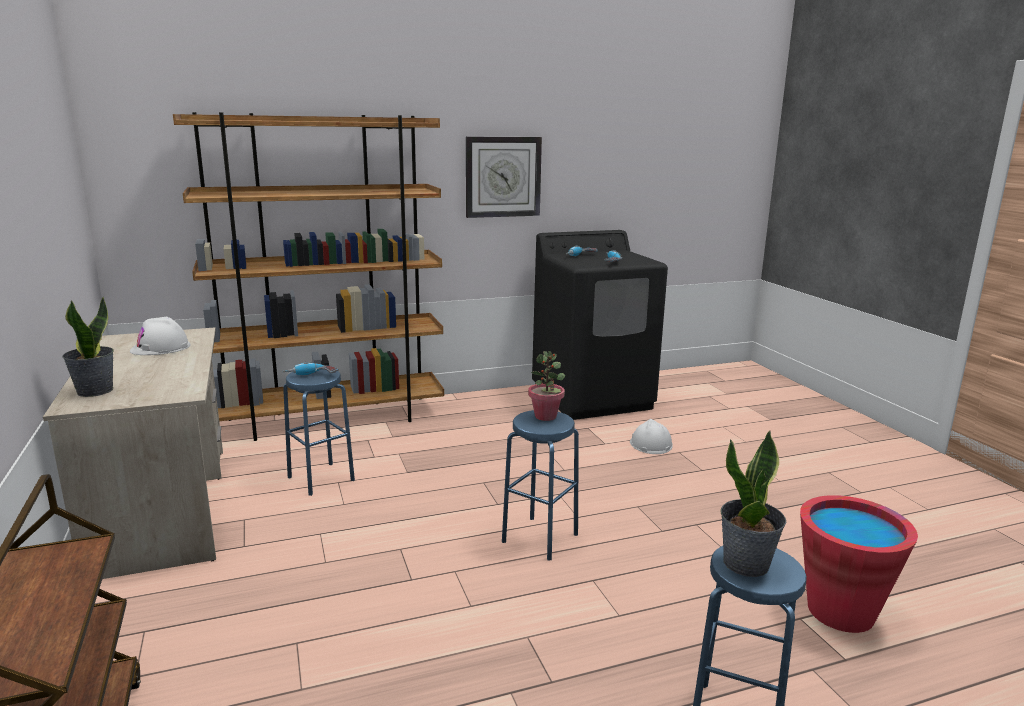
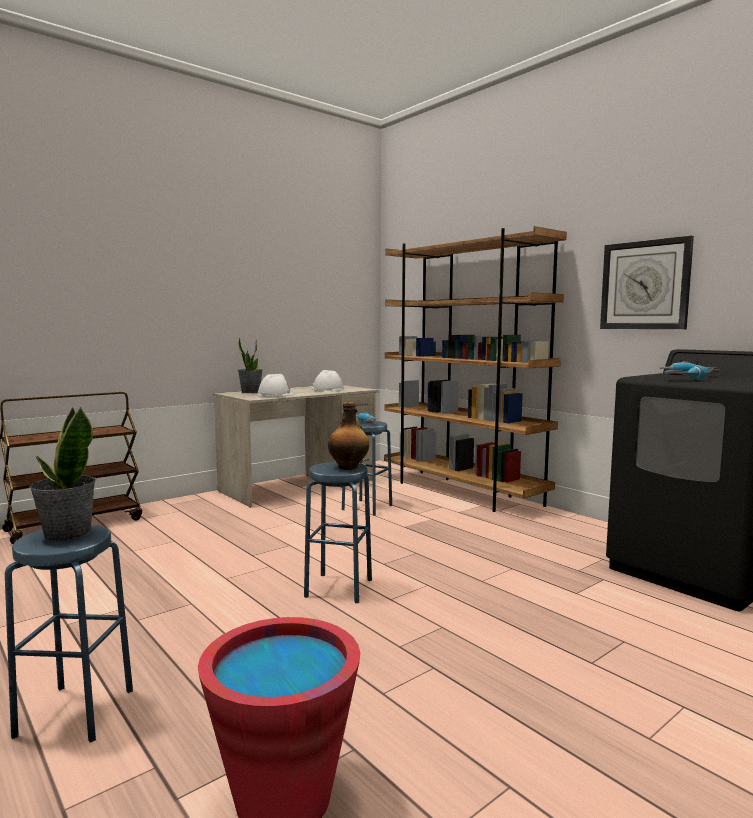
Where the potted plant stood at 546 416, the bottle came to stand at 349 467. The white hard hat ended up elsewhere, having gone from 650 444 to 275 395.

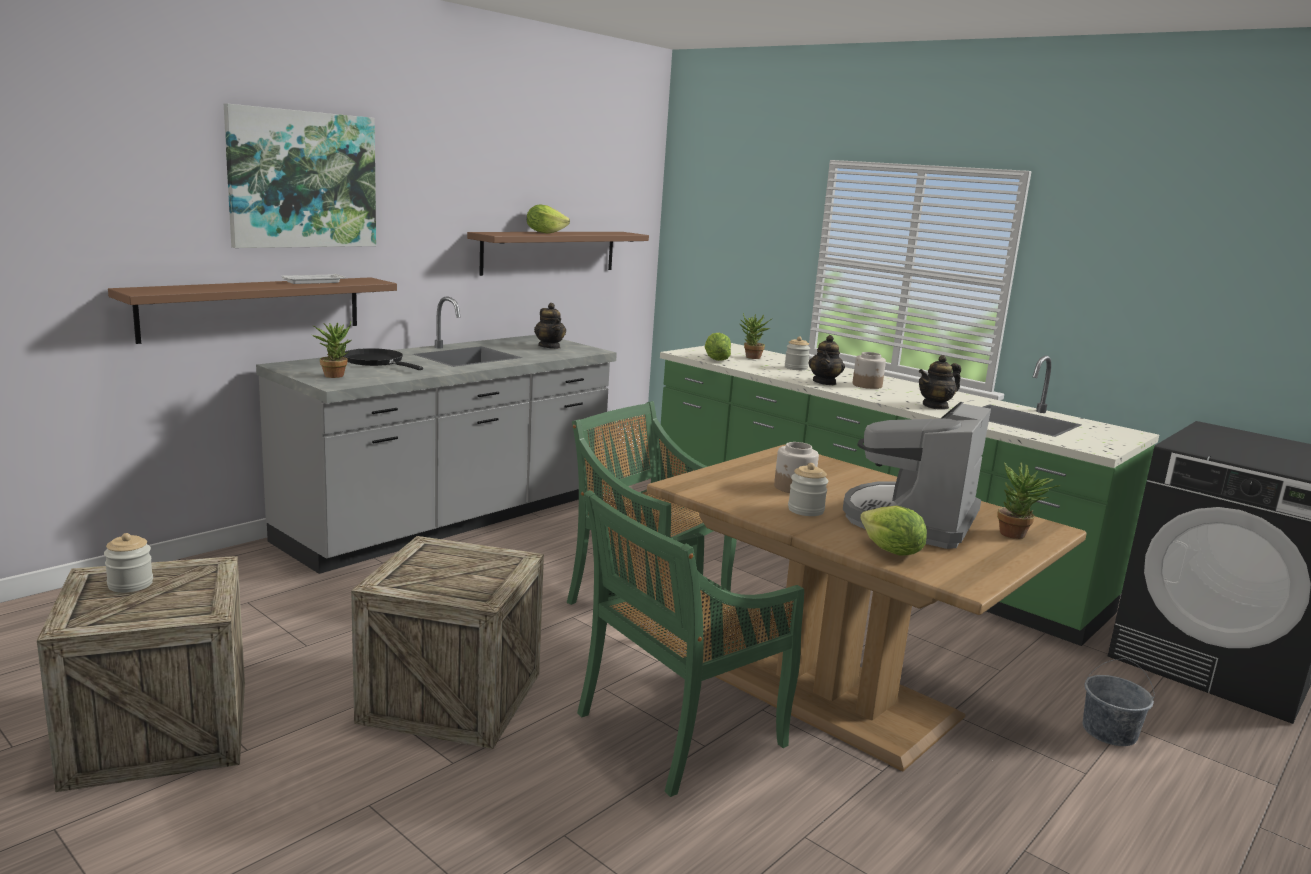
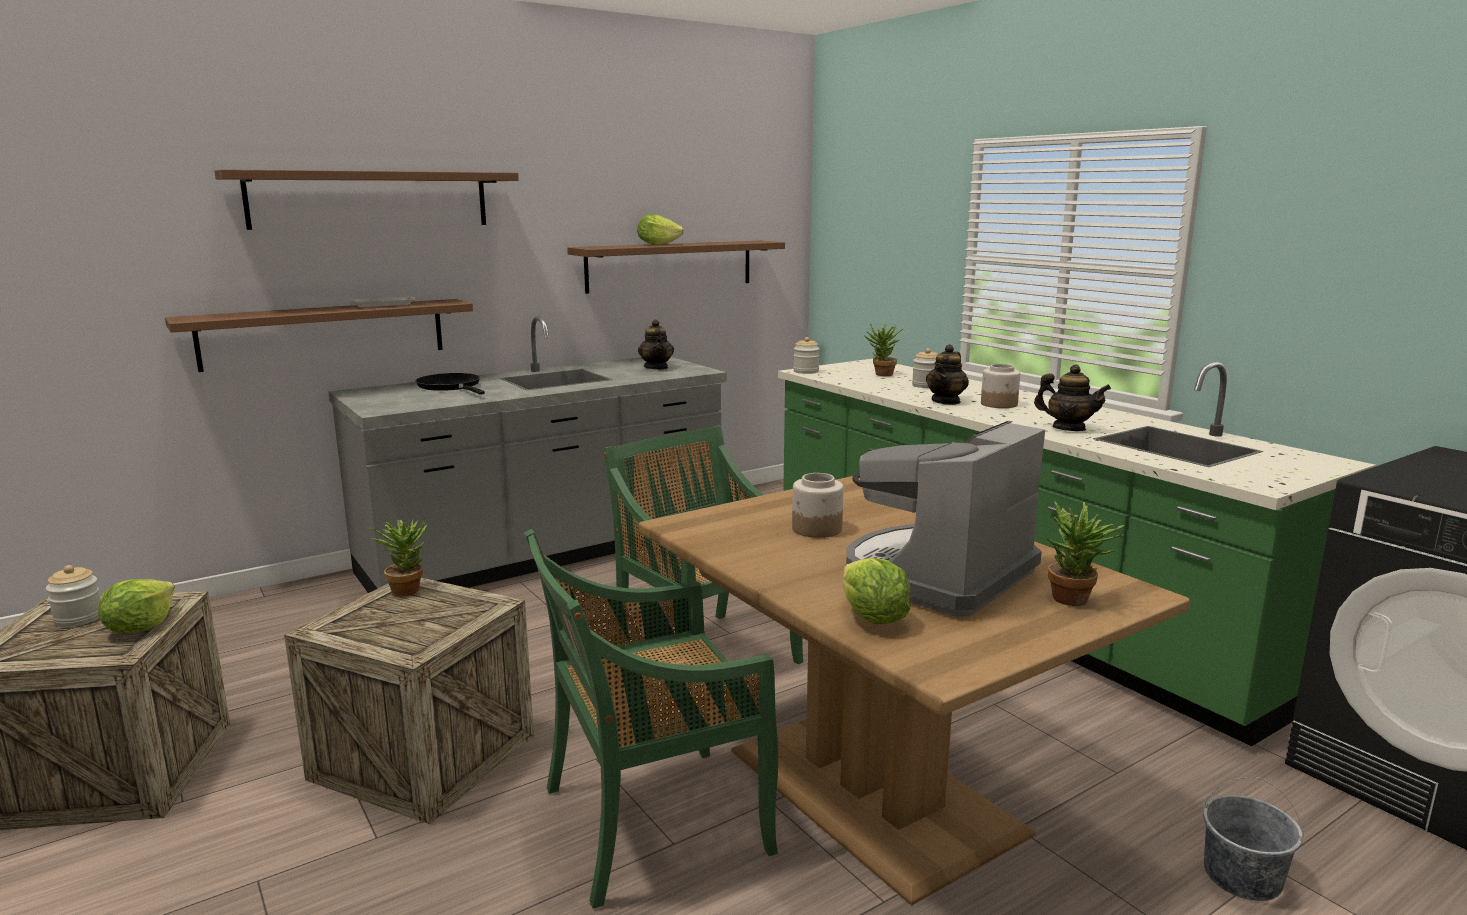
Where the picture hung at 302 179, the brown shelf came to hang at 371 199. The potted plant ended up elsewhere, having gone from 334 375 to 408 589. The lettuce ended up elsewhere, having gone from 715 360 to 140 627. The jar ended up elsewhere, having gone from 805 510 to 806 371. The teapot at 935 406 ended up facing another way, 135 degrees counterclockwise from before.

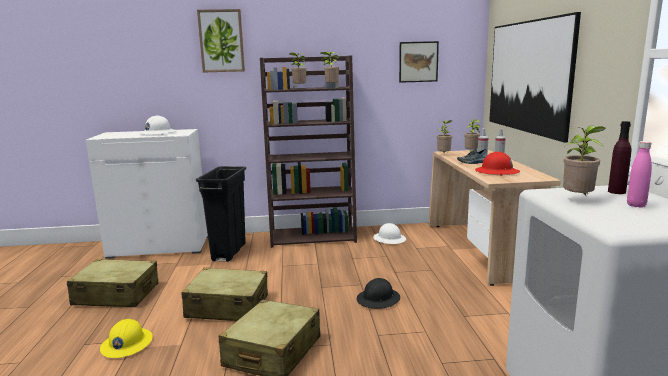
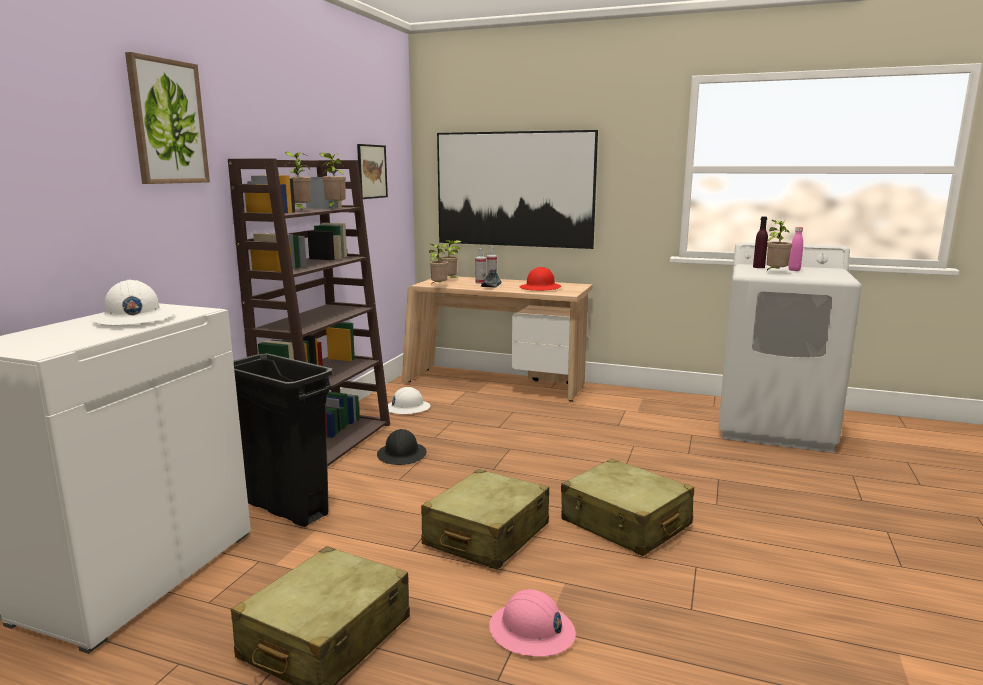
What was the yellow hard hat at 126 344 turned into the pink hard hat at 531 632. The black hard hat ended up elsewhere, having gone from 378 299 to 402 455.

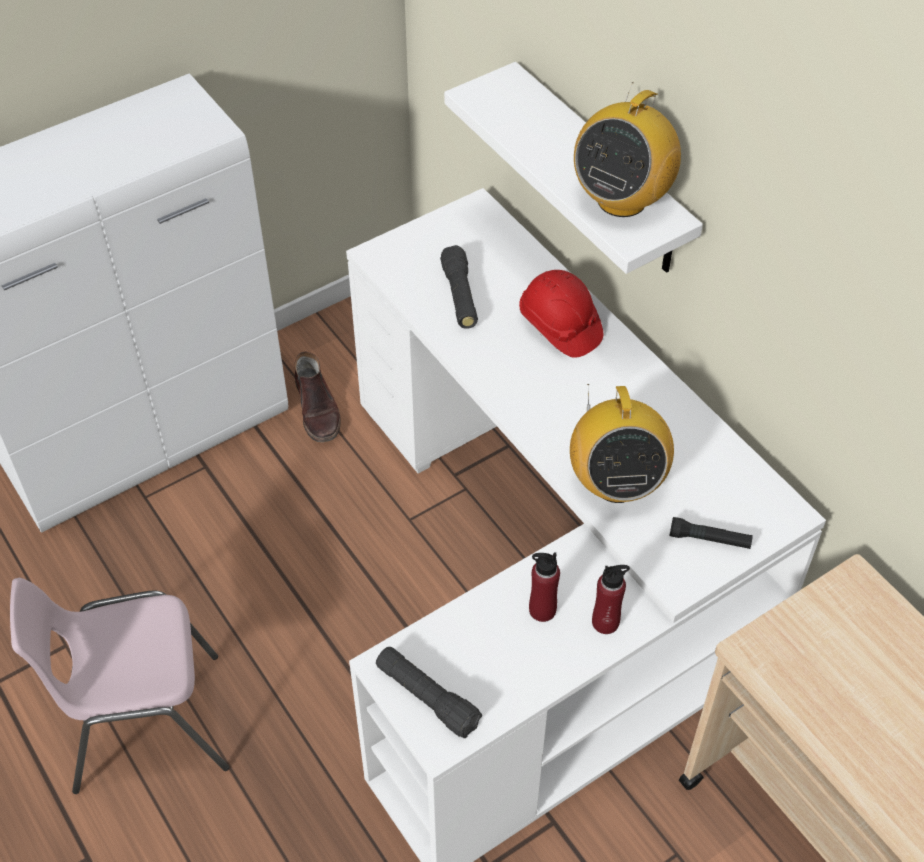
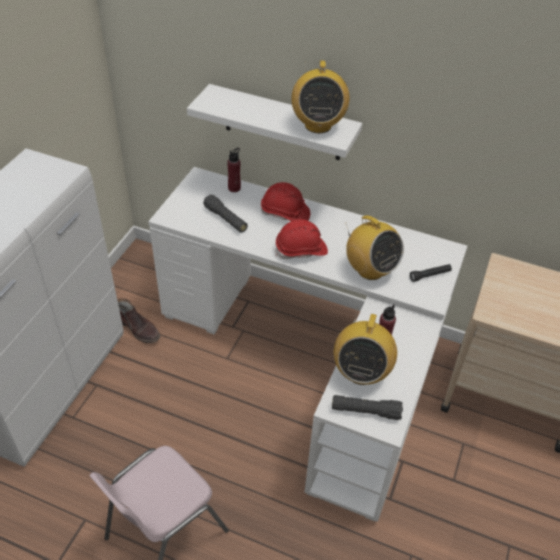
The red bottle ended up elsewhere, having gone from 605 622 to 234 188. The second view gained the red hard hat at 301 250. The second view gained the radio at 361 372.

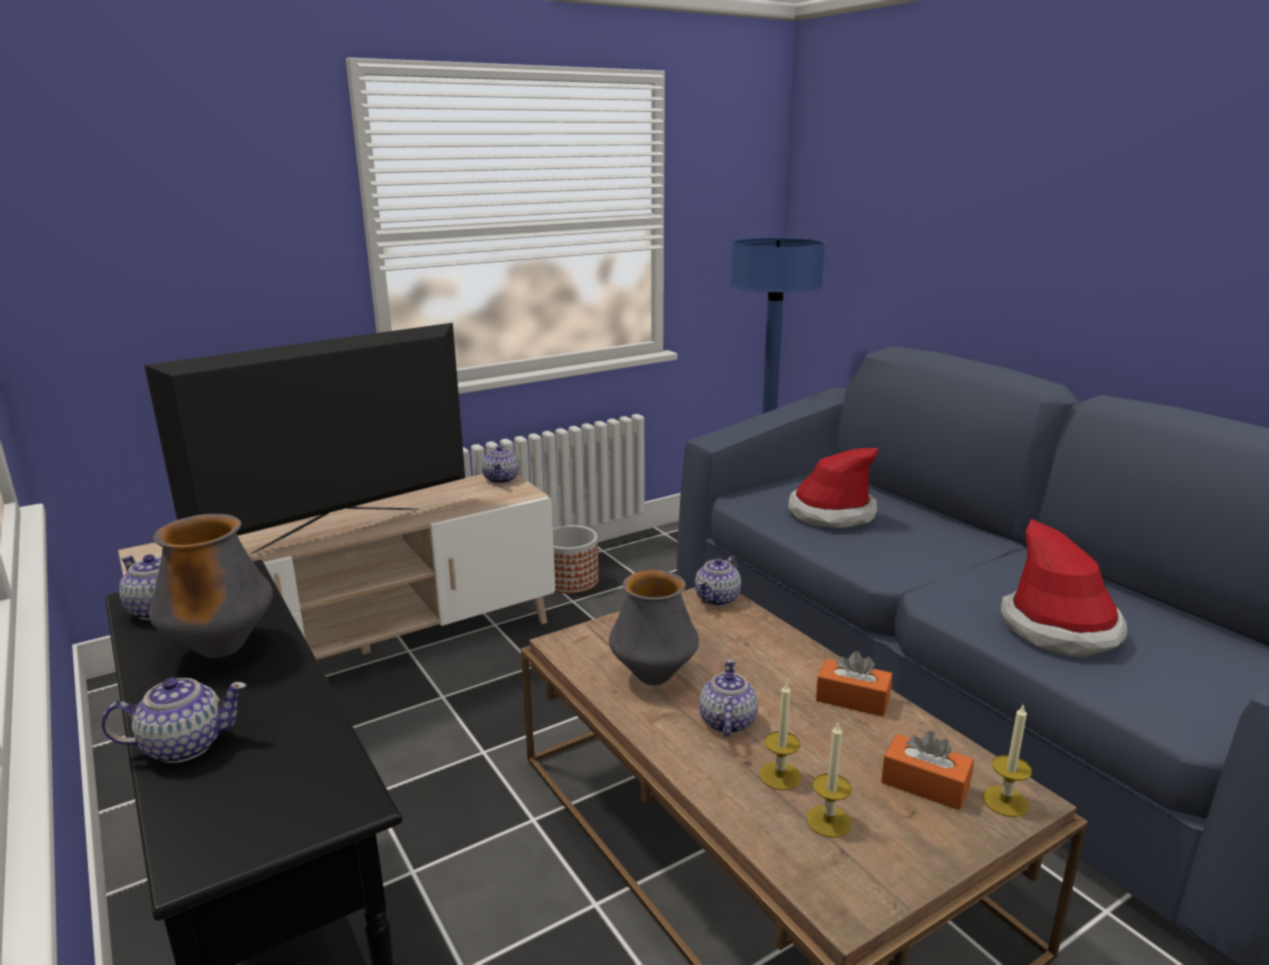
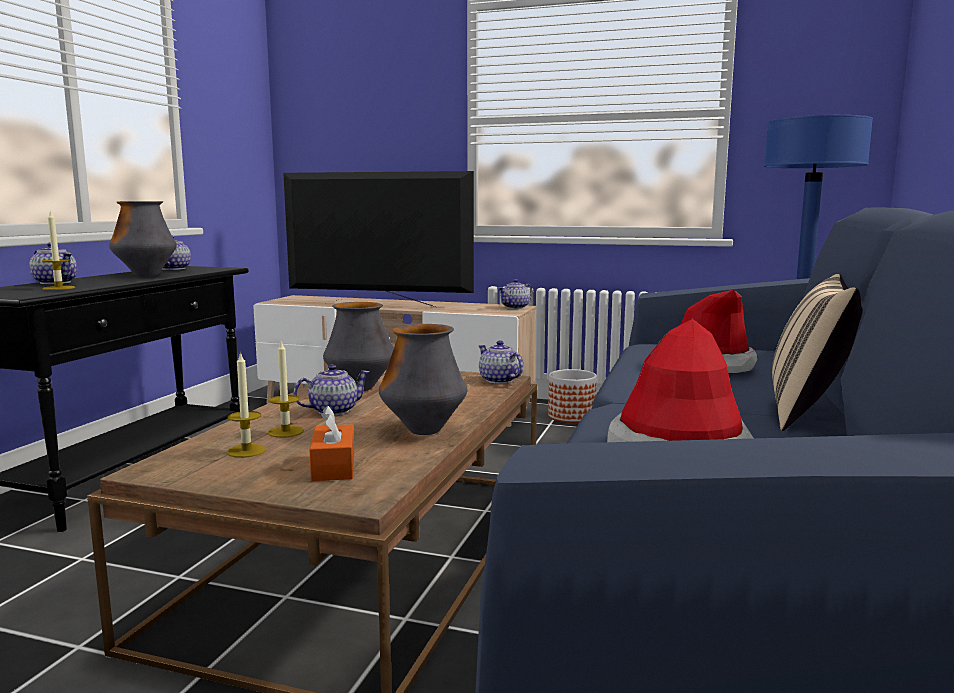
The teapot at 718 598 ended up facing another way, 60 degrees clockwise from before. Where the orange tissue box stood at 852 699, the vase came to stand at 424 431. The candle ended up elsewhere, having gone from 1005 801 to 59 288. The second view gained the beige pillow at 809 413.

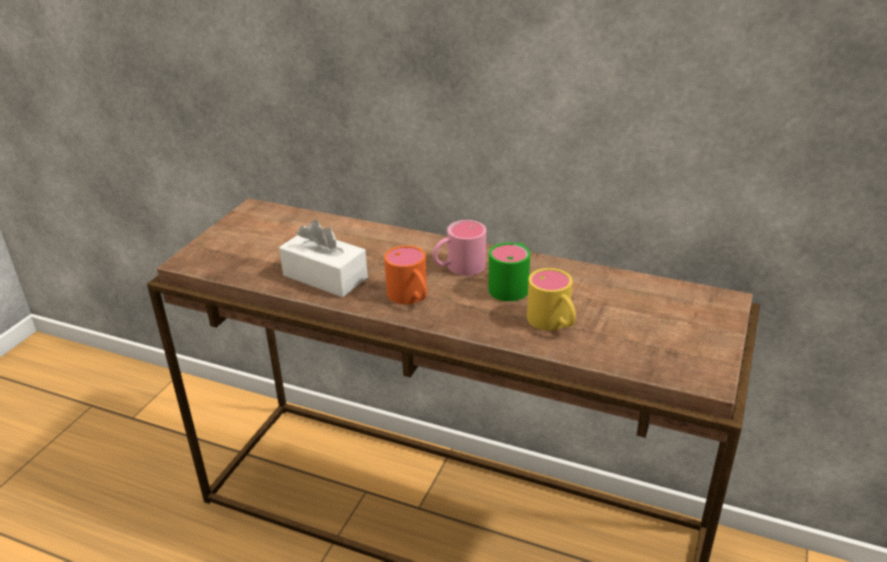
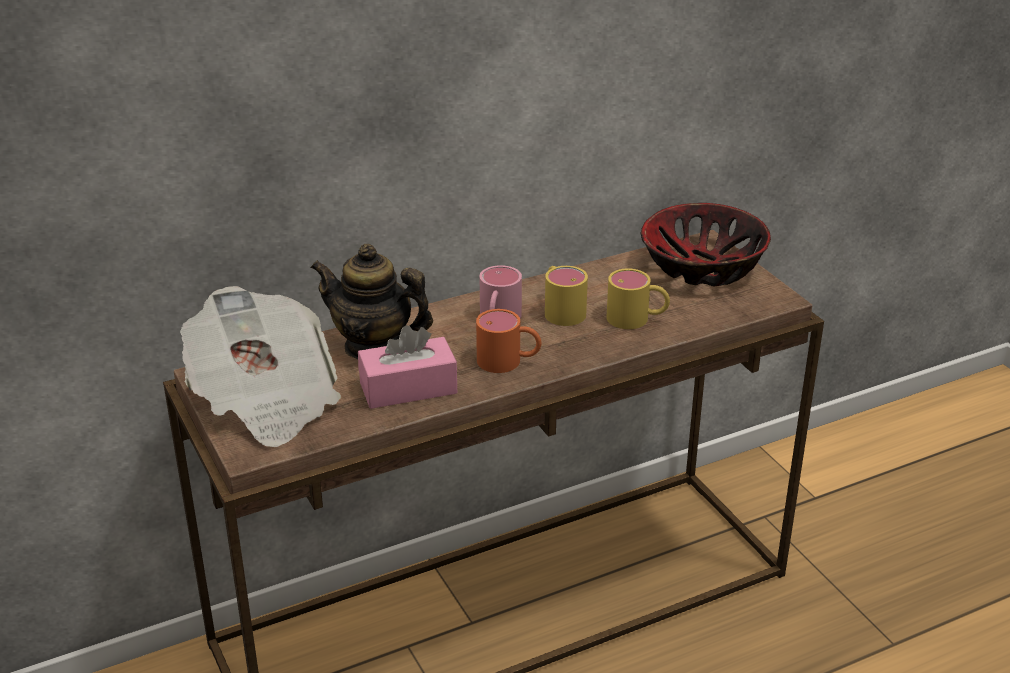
What was the white tissue box at 325 277 turned into the pink tissue box at 408 388. What was the green mug at 512 285 turned into the yellow mug at 561 309. The second view gained the newspaper at 265 400. The second view gained the teapot at 373 346. The second view gained the bowl at 702 268.

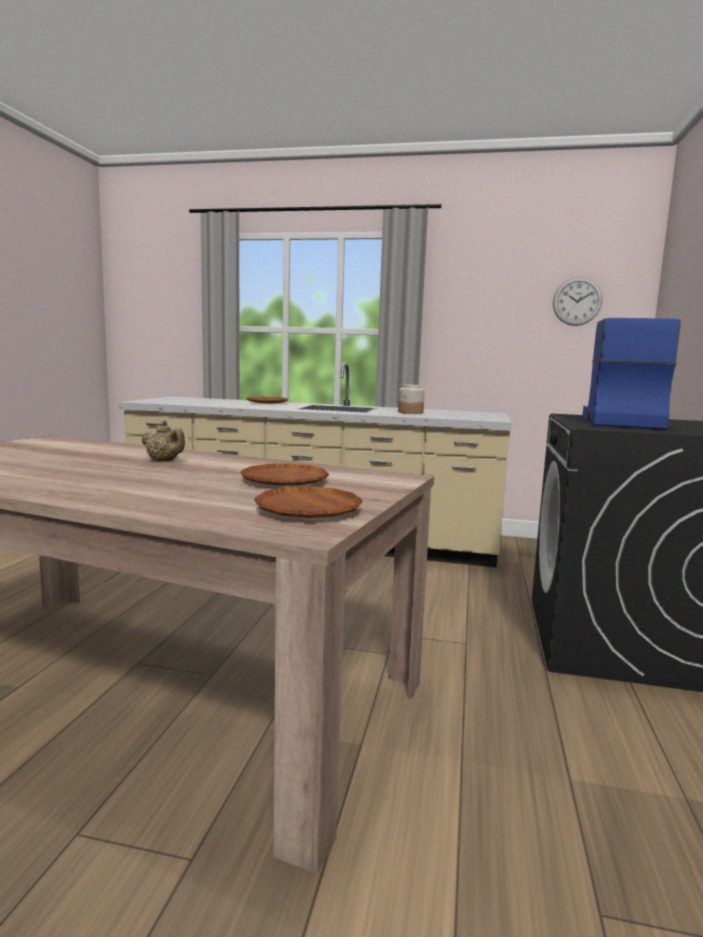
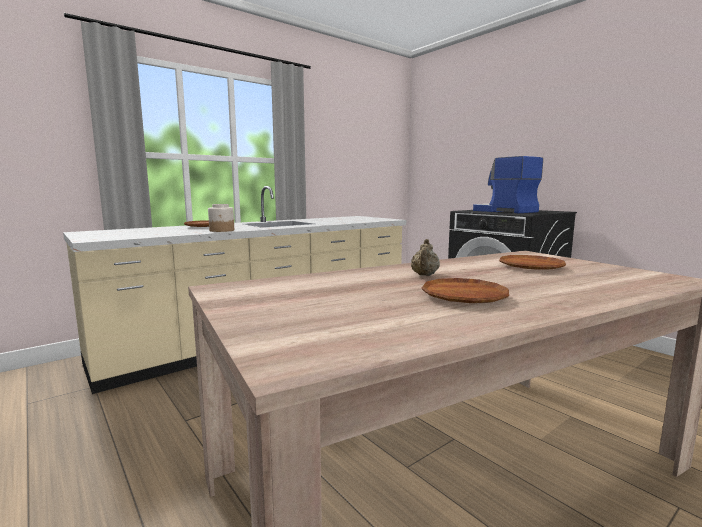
The beige teapot at 164 461 ended up facing another way, 120 degrees clockwise from before. The brown plate ended up elsewhere, having gone from 308 510 to 464 296. The jar ended up elsewhere, having gone from 410 412 to 222 230. The second view lost the wall clock at 577 301.

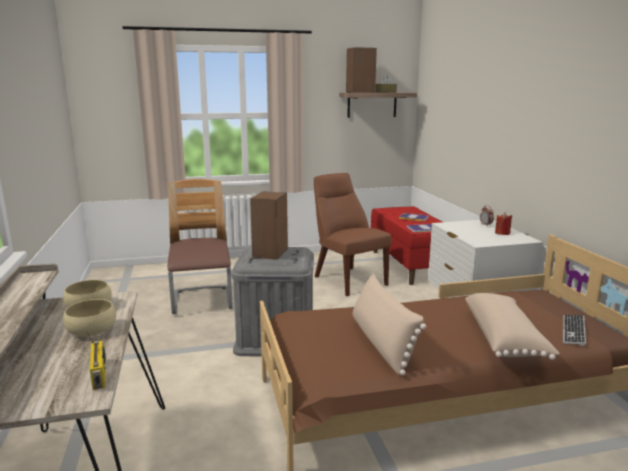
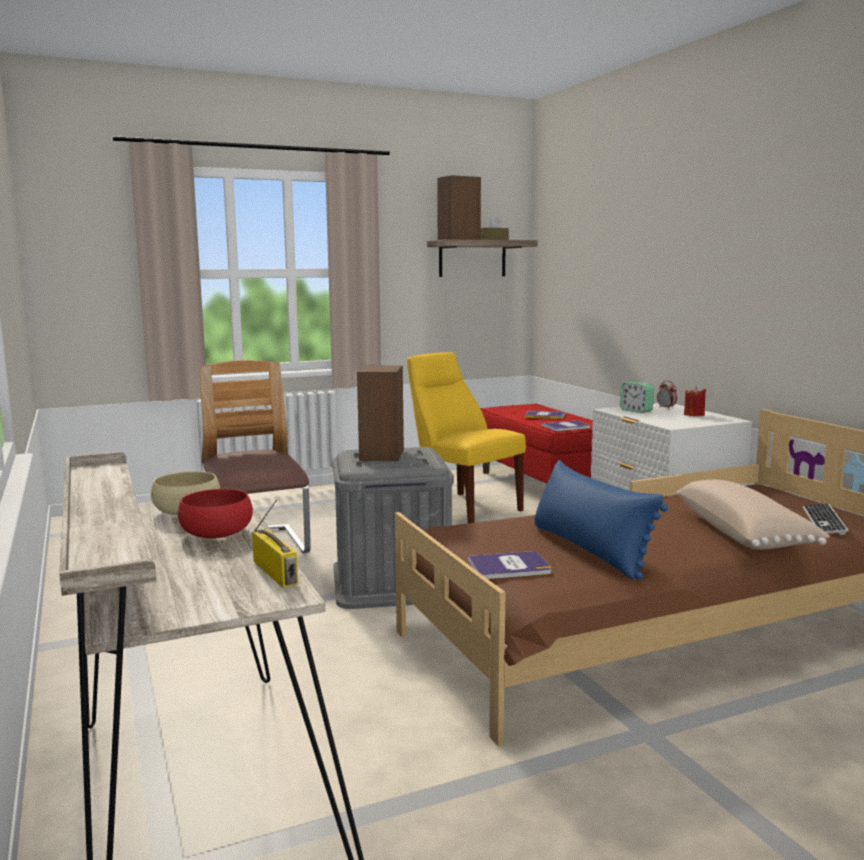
What was the beige bowl at 91 330 turned into the red bowl at 216 532. What was the brown chair at 347 280 turned into the yellow chair at 462 508. What was the beige pillow at 382 343 turned into the blue pillow at 589 550. The second view gained the book at 509 567. The second view gained the alarm clock at 636 411.

